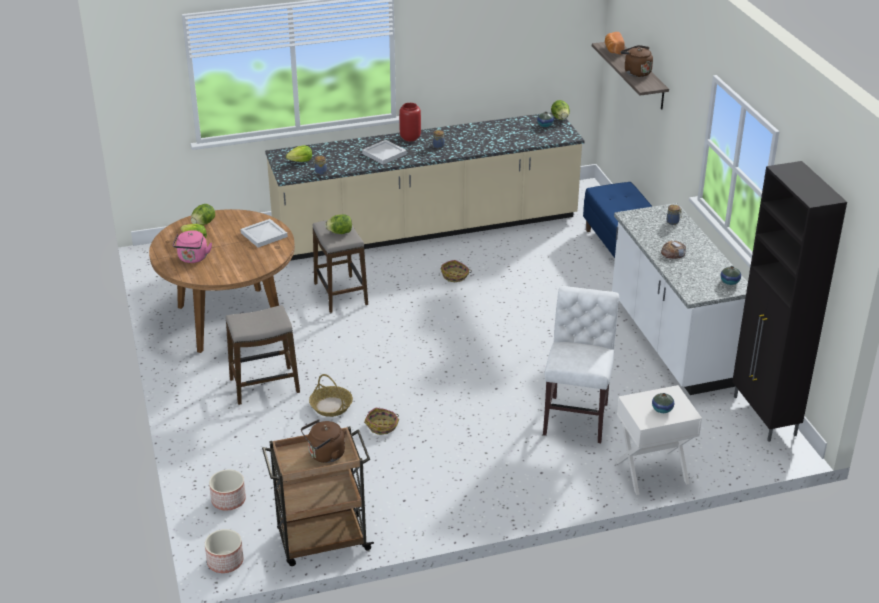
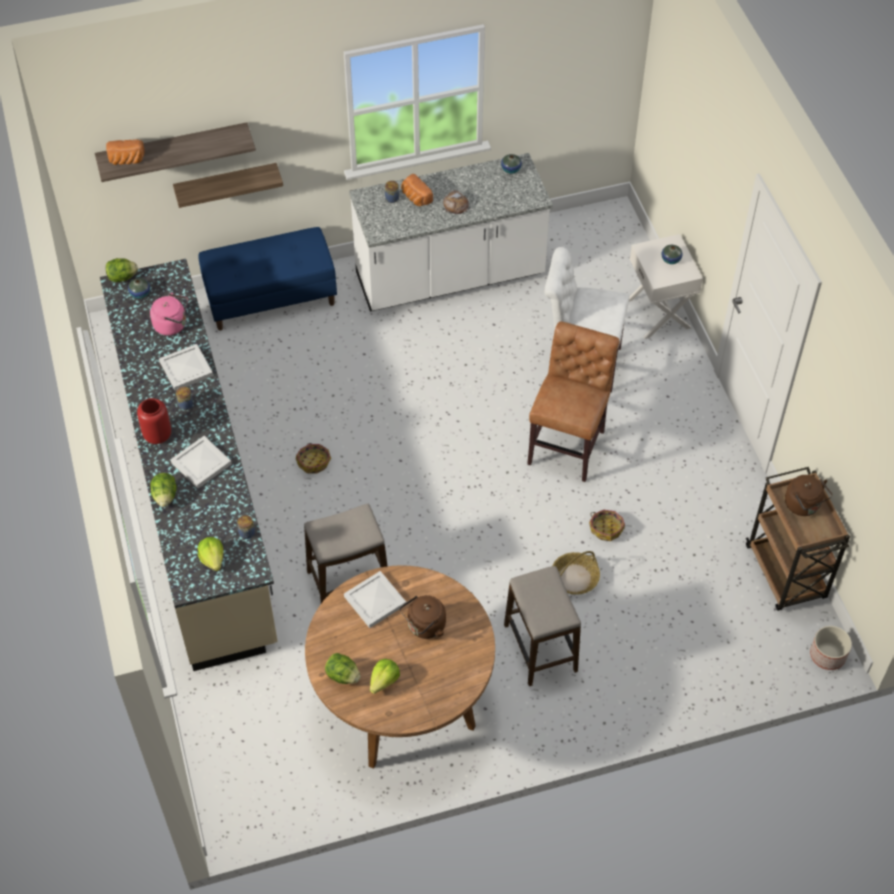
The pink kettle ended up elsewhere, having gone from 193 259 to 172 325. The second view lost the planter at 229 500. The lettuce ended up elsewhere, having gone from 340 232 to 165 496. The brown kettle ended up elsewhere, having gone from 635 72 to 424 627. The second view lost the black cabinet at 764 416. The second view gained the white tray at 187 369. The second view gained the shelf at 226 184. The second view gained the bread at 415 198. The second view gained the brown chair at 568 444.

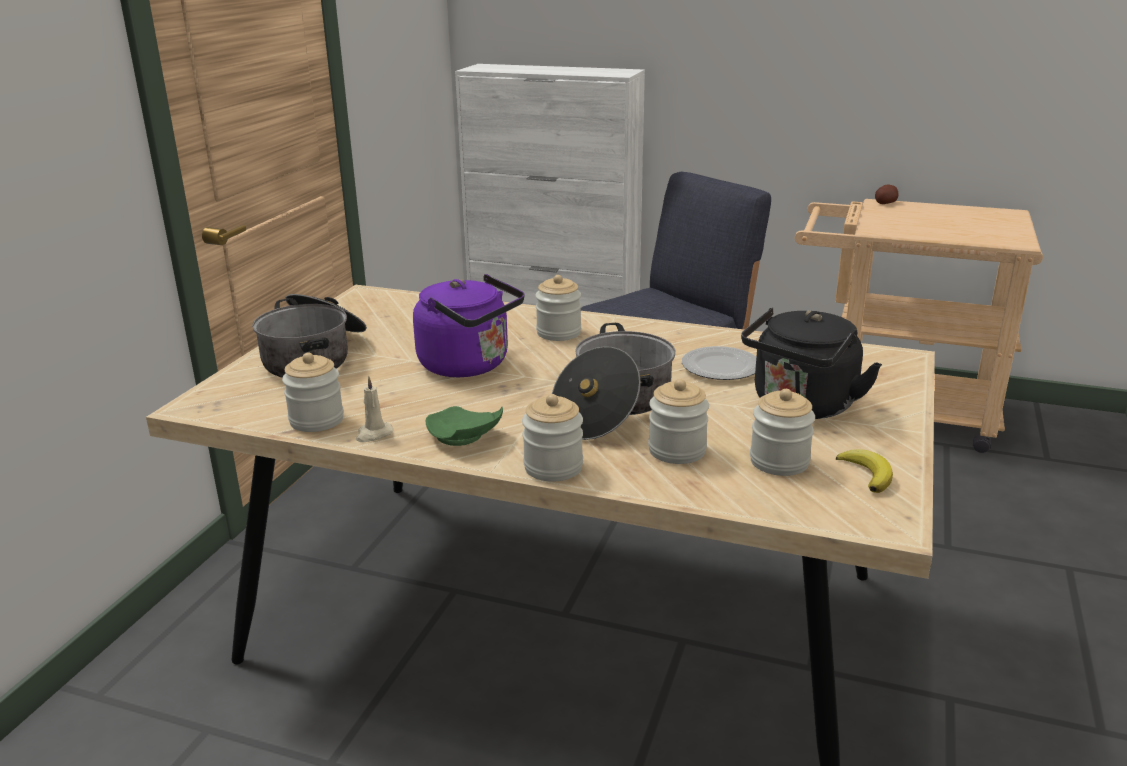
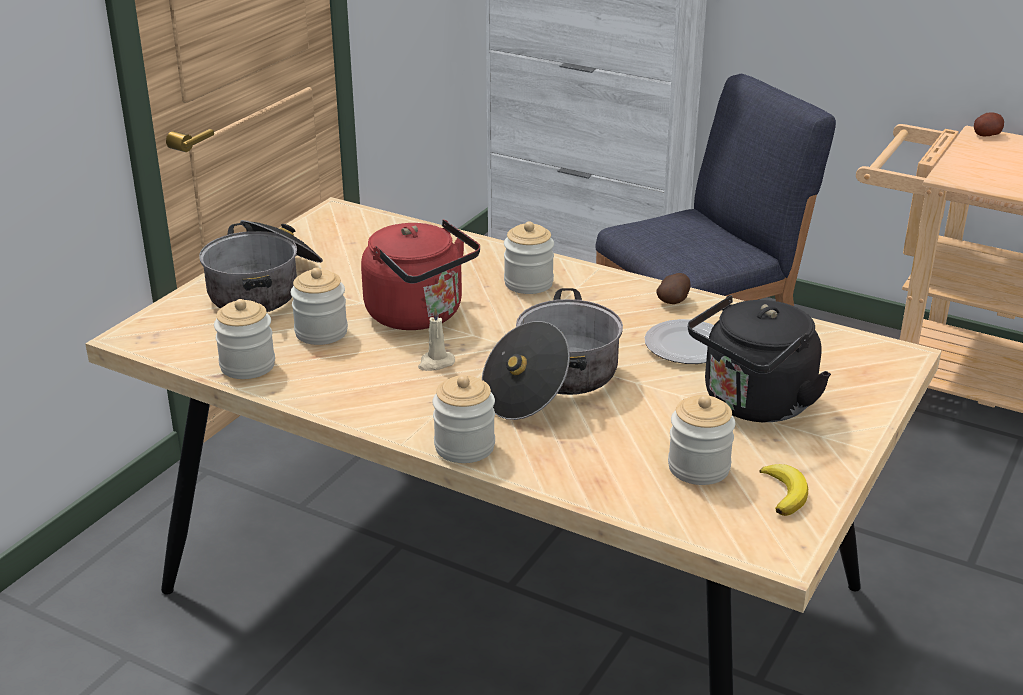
The beige candle ended up elsewhere, having gone from 373 434 to 435 363. What was the purple kettle at 469 365 turned into the red kettle at 419 316. The second view lost the green plate at 463 438. The jar ended up elsewhere, having gone from 677 450 to 321 332. The second view gained the potato at 674 301.

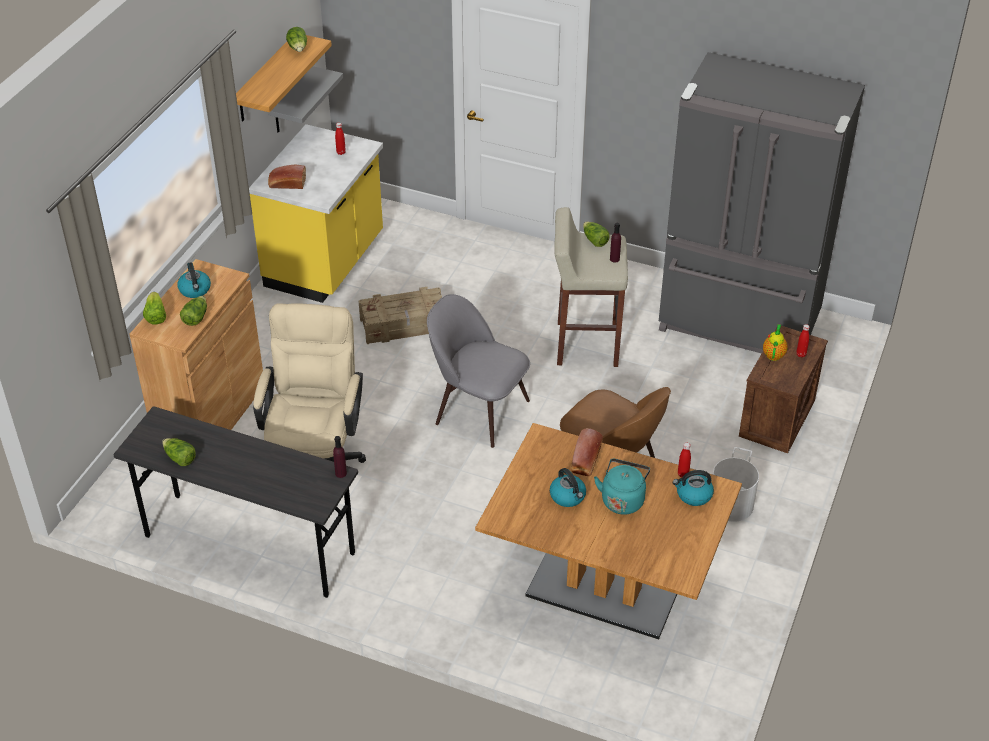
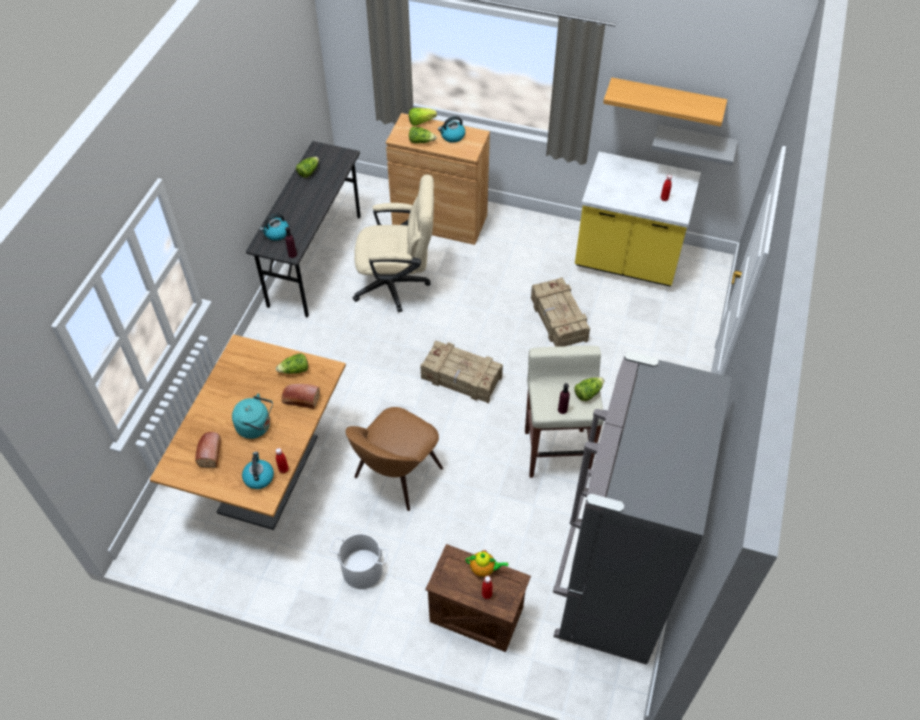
The bread ended up elsewhere, having gone from 286 184 to 210 452. The lettuce ended up elsewhere, having gone from 298 48 to 294 370. Where the grey chair stood at 478 410, the crate came to stand at 461 378. The kettle ended up elsewhere, having gone from 568 496 to 276 233.

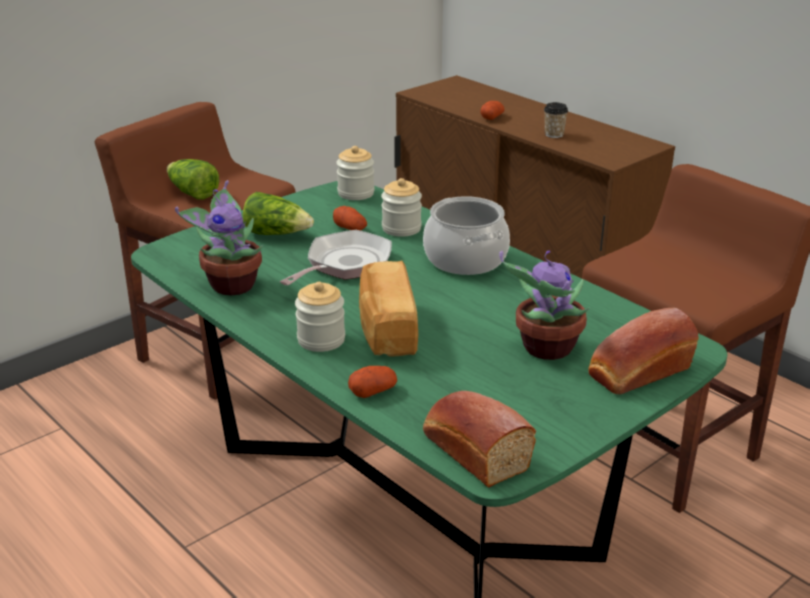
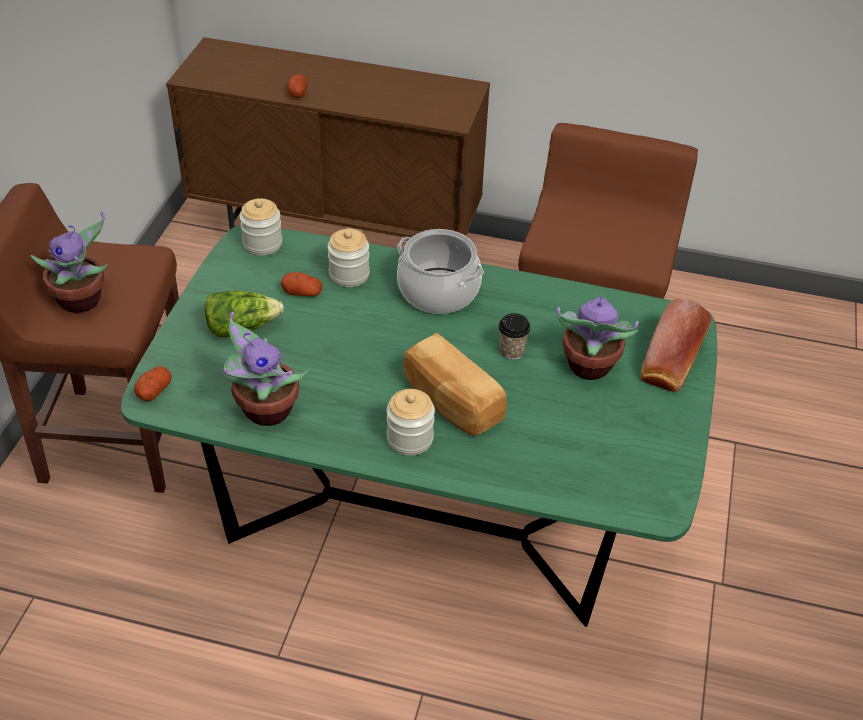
Where the lettuce stood at 192 193, the potted plant came to stand at 82 301. The second view lost the frying pan at 344 265. The potato ended up elsewhere, having gone from 373 391 to 154 390. The second view lost the bread at 472 451. The cup ended up elsewhere, having gone from 554 134 to 511 351.

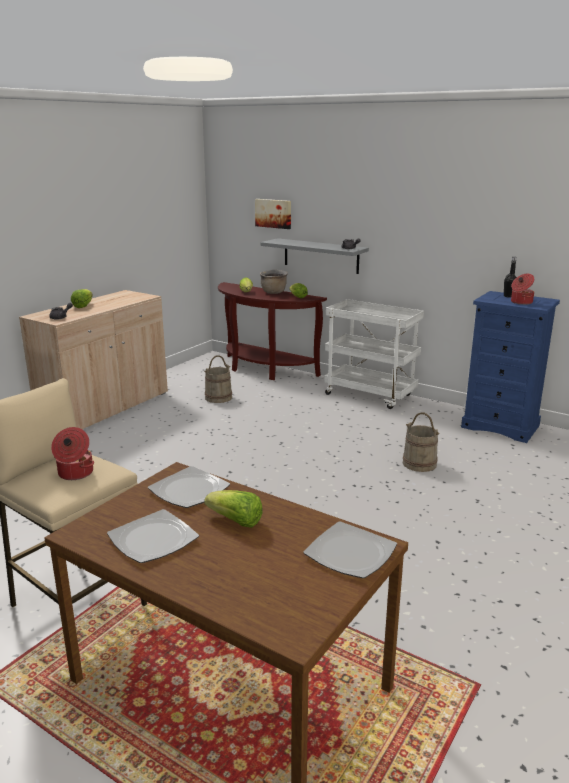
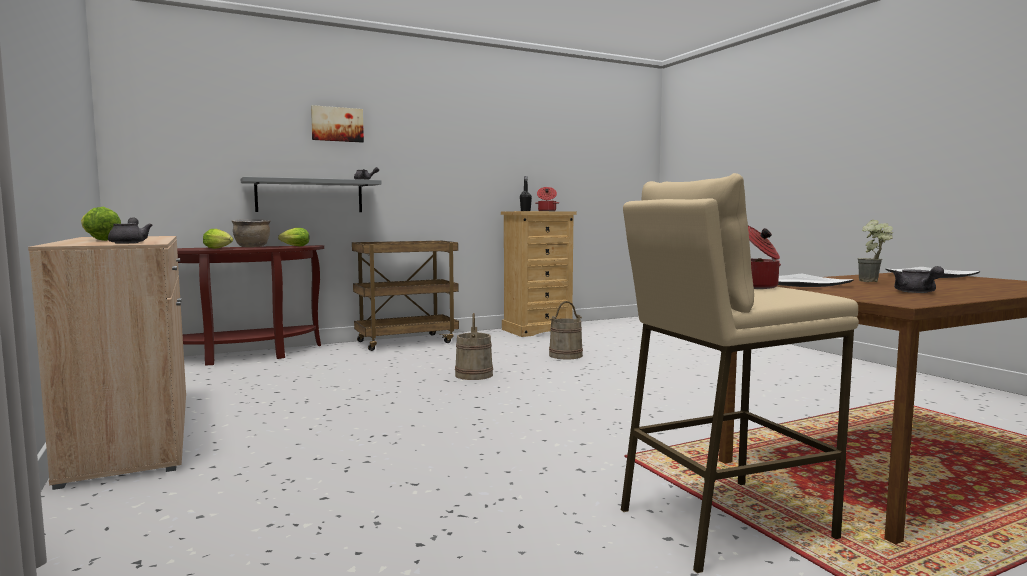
Where the plate stood at 153 540, the grey teapot came to stand at 917 292. The beige bucket ended up elsewhere, having gone from 218 397 to 473 375. Where the lettuce stood at 235 521, the potted plant came to stand at 874 282. The picture ended up elsewhere, having gone from 273 213 to 337 124. What was the white cart at 371 395 turned into the brown cart at 407 342. What was the blue dresser at 500 426 turned into the beige dresser at 537 330.

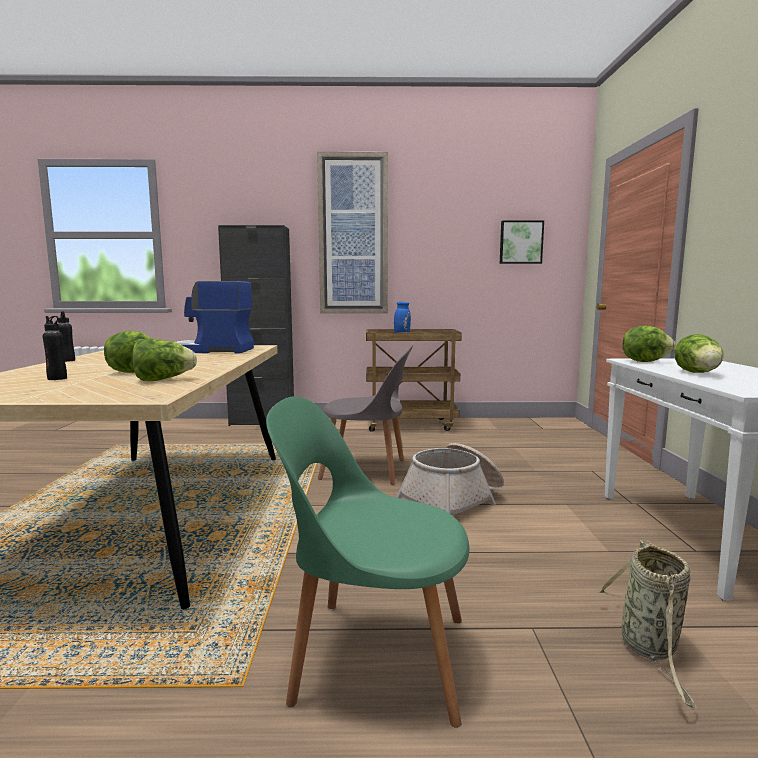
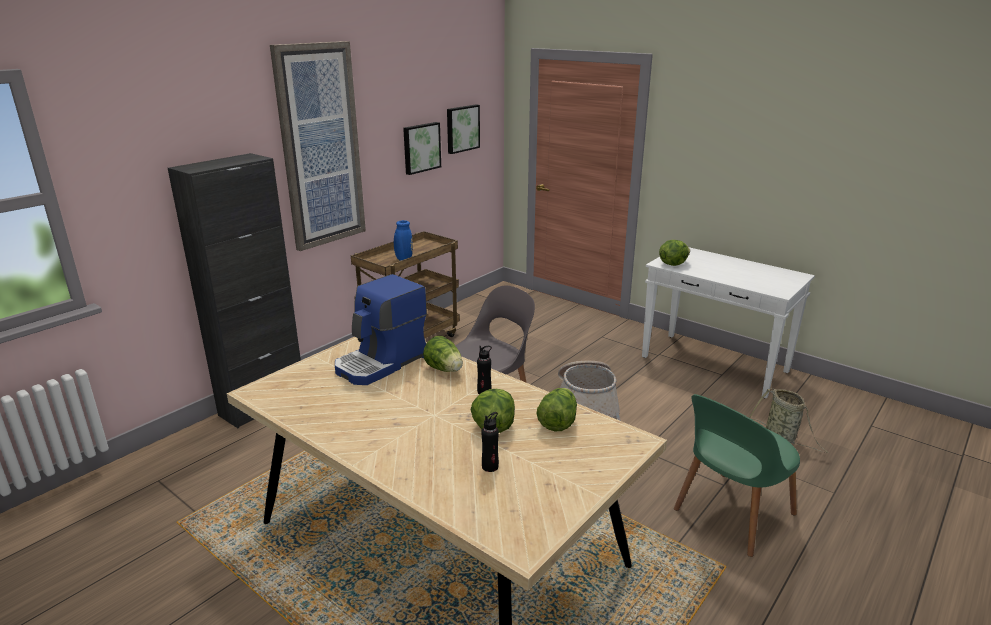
The black bottle ended up elsewhere, having gone from 67 360 to 484 392. The lettuce ended up elsewhere, having gone from 699 373 to 444 369. The second view gained the picture at 421 147.

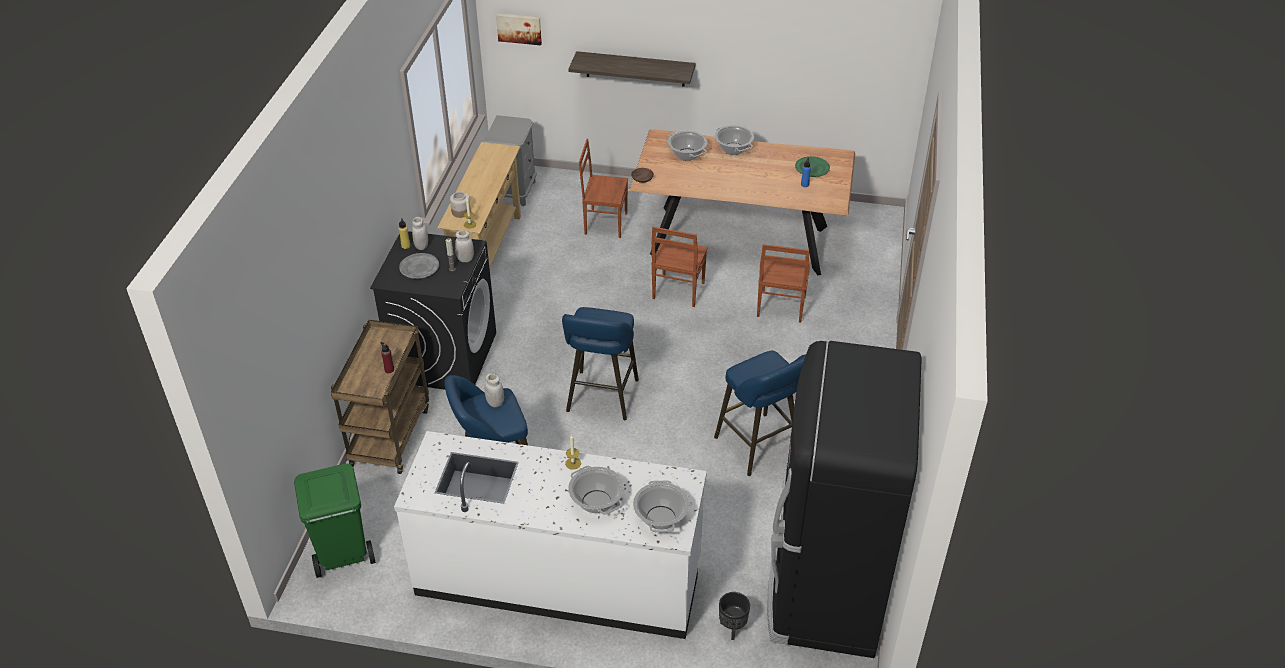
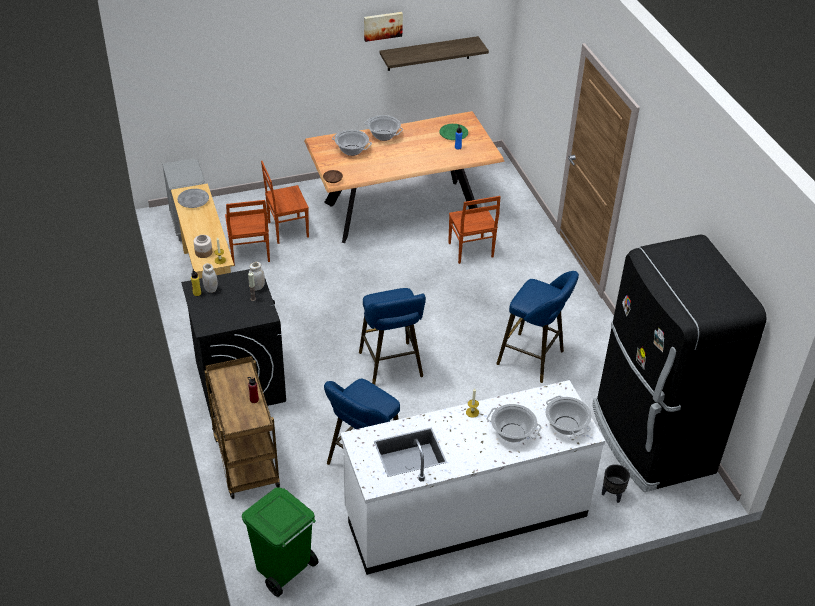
The grey plate ended up elsewhere, having gone from 419 268 to 193 200. The second view lost the white jar at 495 403. The picture ended up elsewhere, having gone from 519 28 to 382 25. The shelf ended up elsewhere, having gone from 635 69 to 429 53. The brown chair ended up elsewhere, having gone from 677 291 to 249 254.

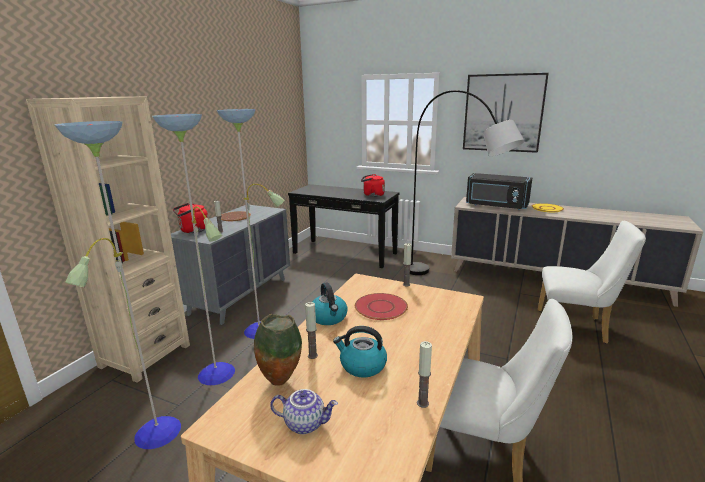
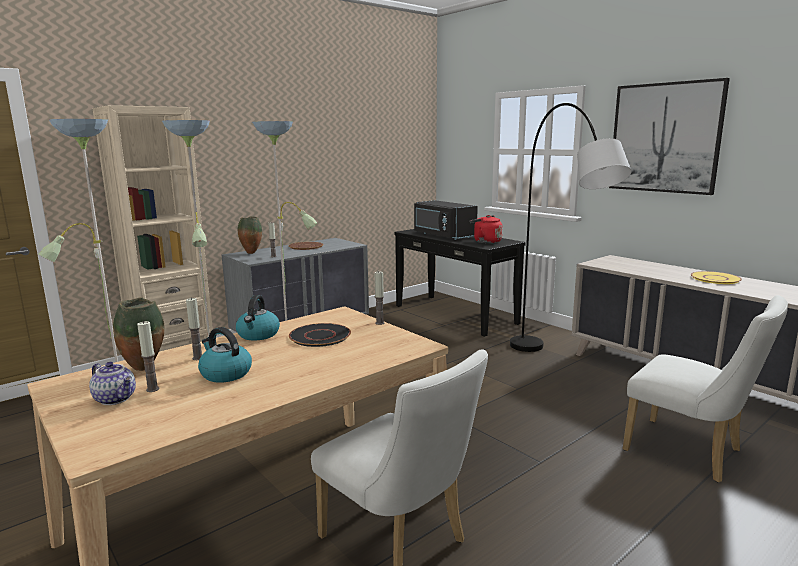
Where the red kettle stood at 192 230, the vase came to stand at 251 253. What was the red plate at 380 307 turned into the black plate at 320 336. The candle ended up elsewhere, having gone from 422 403 to 152 389. The black microwave ended up elsewhere, having gone from 496 206 to 442 235.

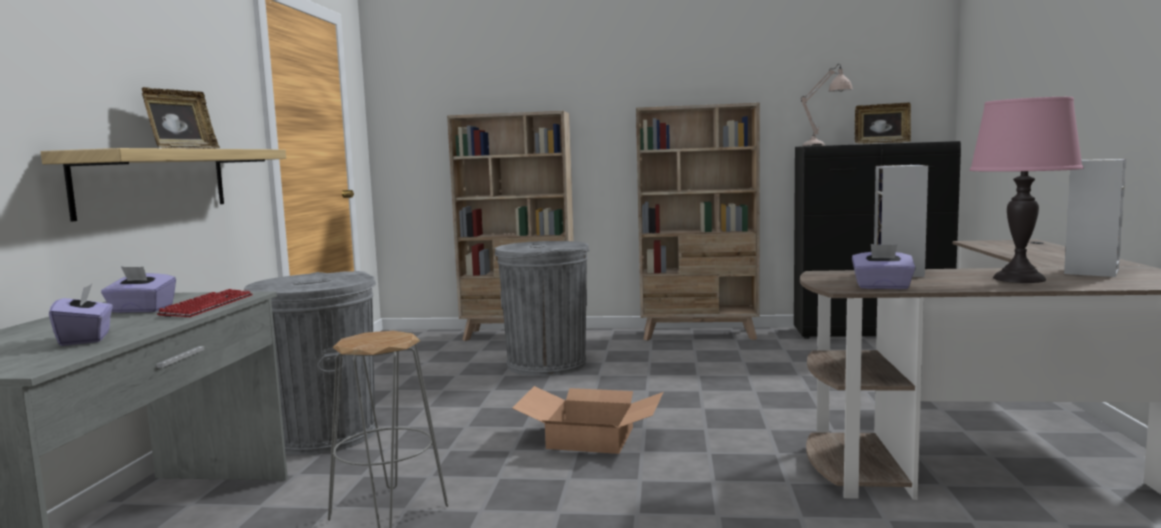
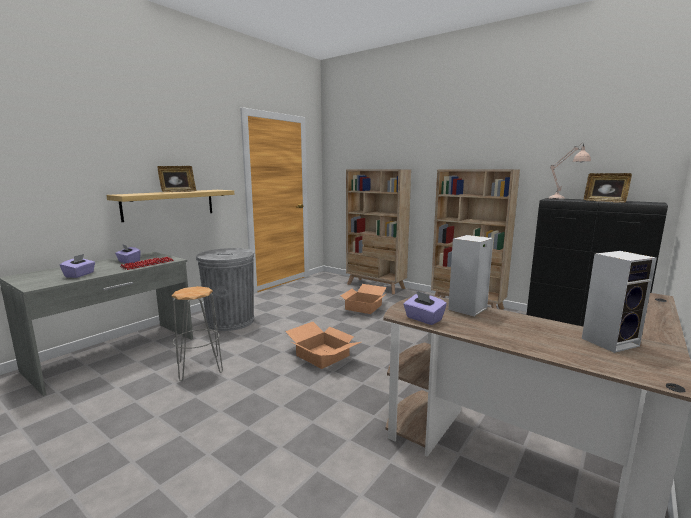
Where the grey trash can stood at 546 364, the cardboard box came to stand at 363 307. The second view lost the pink table lamp at 1019 279.

